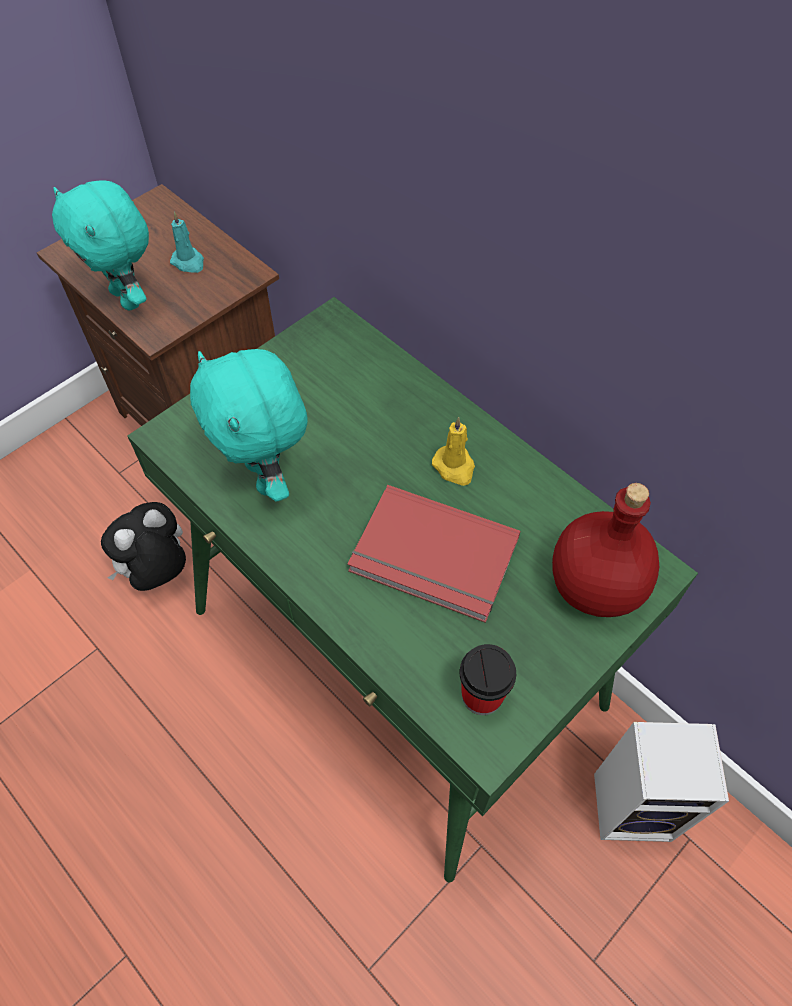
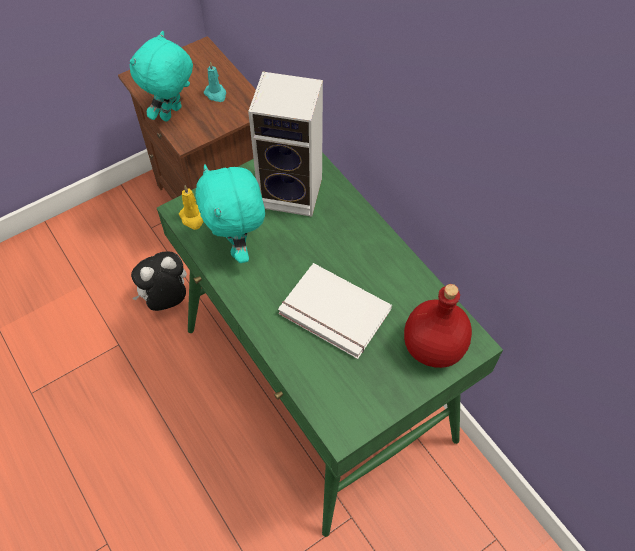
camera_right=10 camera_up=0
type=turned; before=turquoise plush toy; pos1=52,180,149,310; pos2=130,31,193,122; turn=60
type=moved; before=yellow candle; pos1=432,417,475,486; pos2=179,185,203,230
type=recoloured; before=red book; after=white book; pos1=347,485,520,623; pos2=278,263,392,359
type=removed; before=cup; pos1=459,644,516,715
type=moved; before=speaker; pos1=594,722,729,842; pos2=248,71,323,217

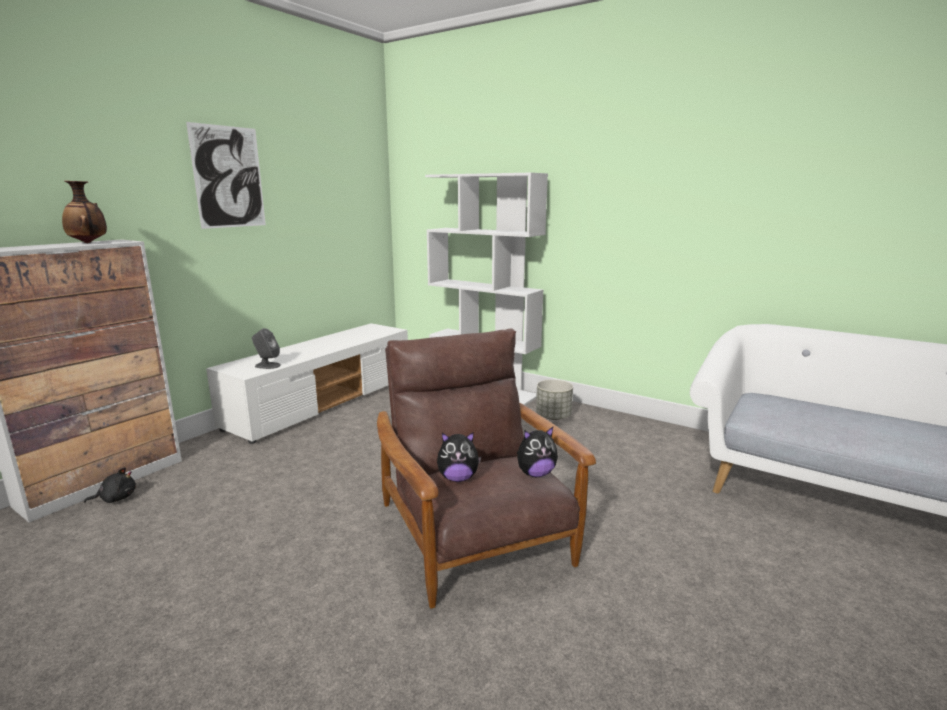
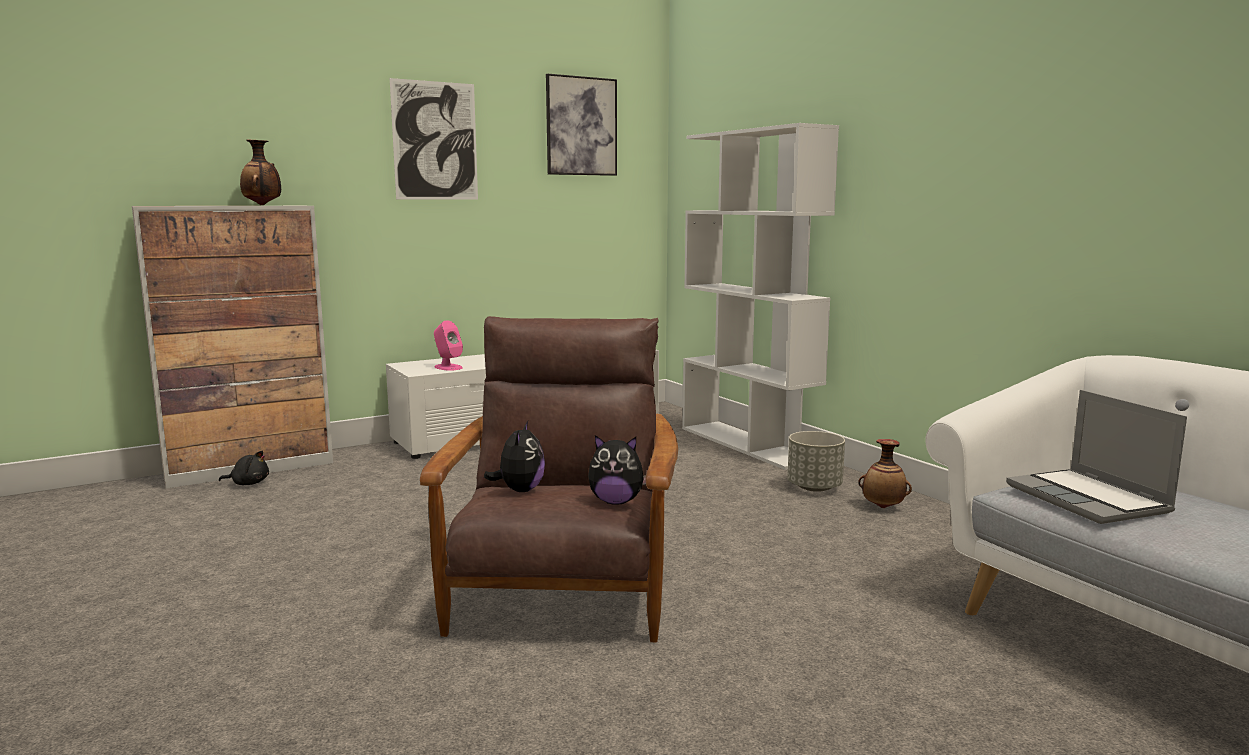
camera_right=25 camera_up=-5
type=recoloured; before=grey speaker; after=pink speaker; pos1=252,328,281,369; pos2=434,321,463,371
type=turned; before=plush toy; pos1=437,432,481,482; pos2=484,421,545,492; turn=-105
type=added; after=picture; pos2=546,74,617,176
type=added; after=laptop; pos2=1006,390,1187,524
type=added; after=vase; pos2=858,439,912,508

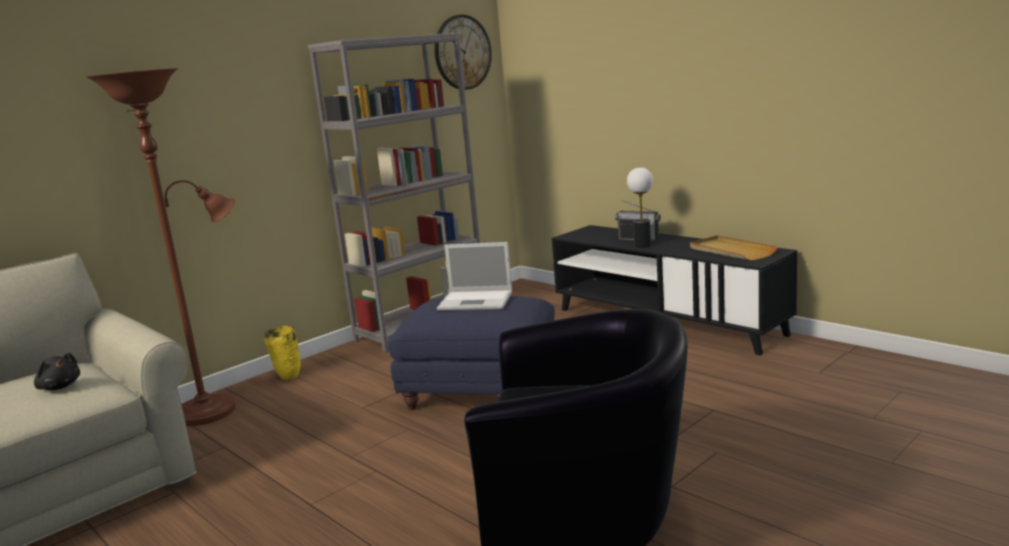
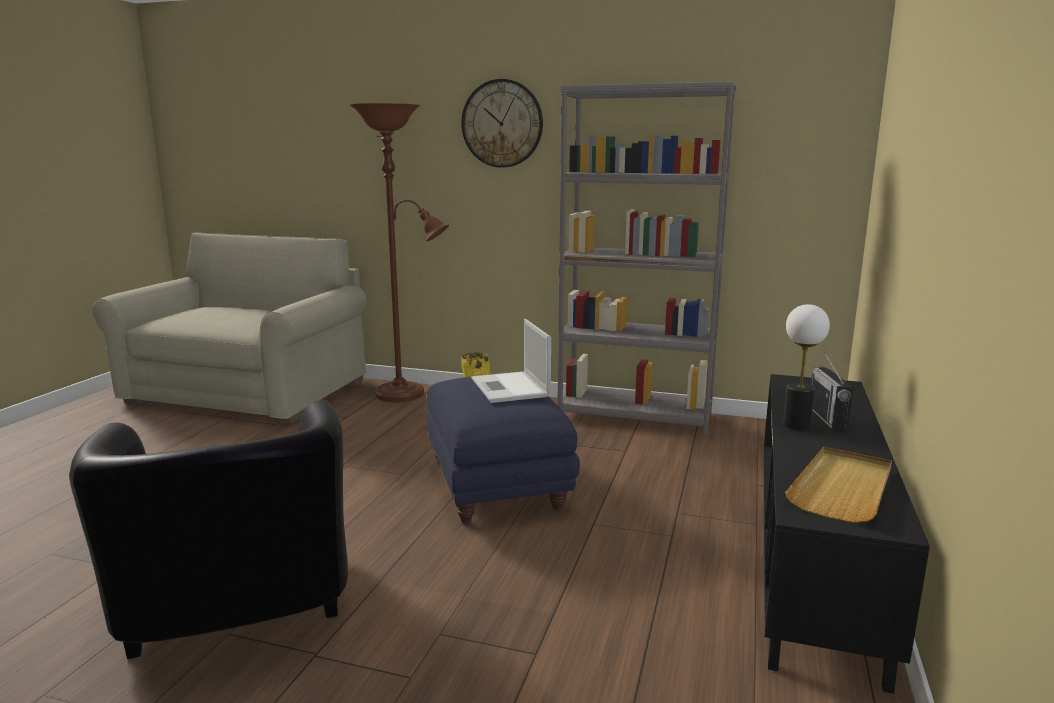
camera_right=60 camera_up=0
type=moved; before=wall clock; pos1=434,15,492,90; pos2=461,79,543,168
type=removed; before=black plush toy; pos1=34,353,80,390

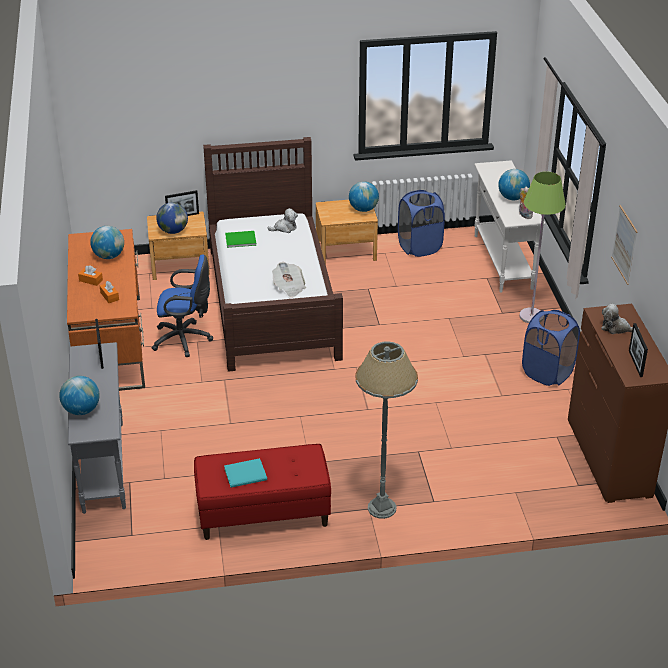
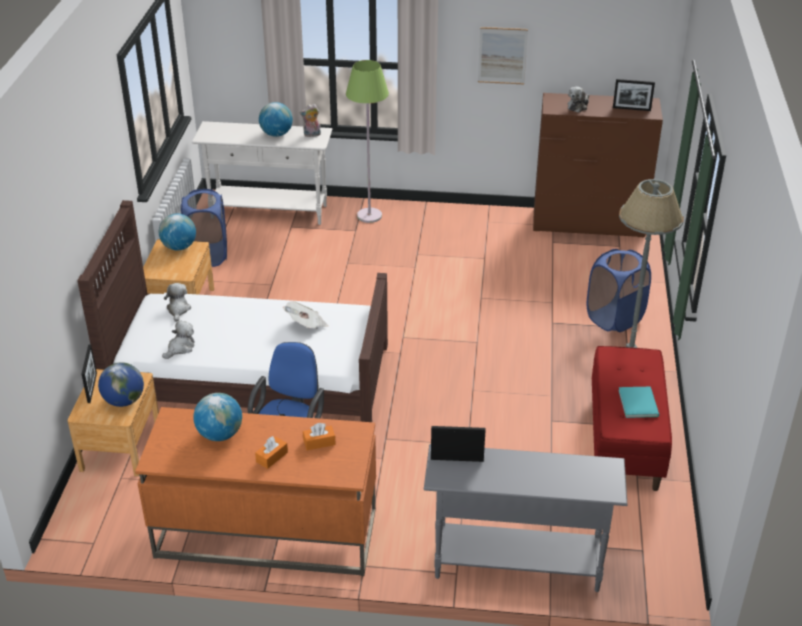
camera_right=-75 camera_up=0
type=replaced; before=green book; after=plush toy; pos1=225,231,257,248; pos2=162,320,195,359
type=moved; before=blue laundry basket; pos1=522,310,580,386; pos2=587,249,651,332
type=removed; before=globe; pos1=59,376,100,415

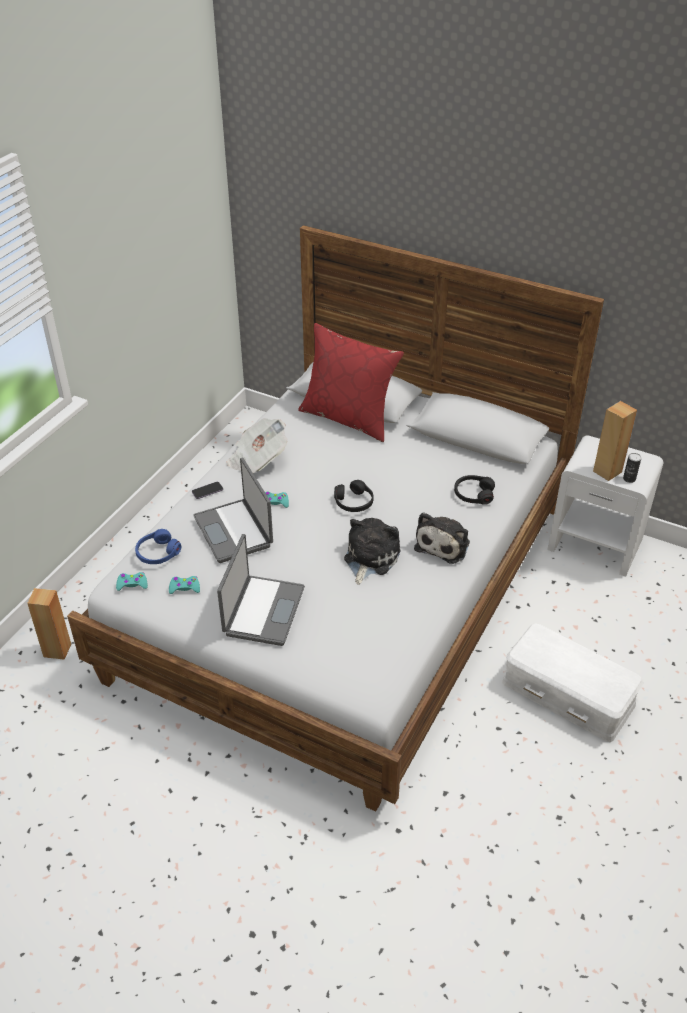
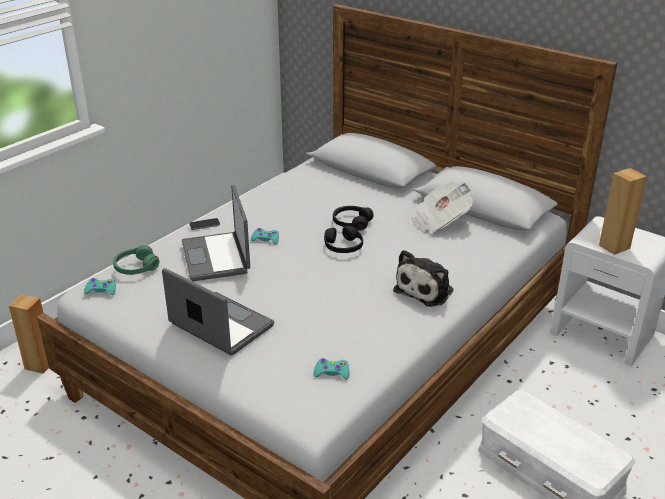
camera_right=10 camera_up=-10
type=removed; before=red pillow; pos1=298,323,404,442
type=moved; before=newspaper; pos1=227,418,287,474; pos2=408,182,474,233
type=removed; before=can; pos1=623,453,641,483
type=moved; before=black headphones; pos1=454,475,495,505; pos2=333,206,373,231
type=removed; before=plush toy; pos1=344,518,401,585
type=recoloured; before=blue headphones; after=green headphones; pos1=135,529,181,564; pos2=113,245,159,275
type=turned; before=laptop; pos1=217,534,305,646; pos2=162,268,274,356; turn=-75
type=moved; before=turquoise game controller; pos1=169,576,200,594; pos2=313,358,349,380

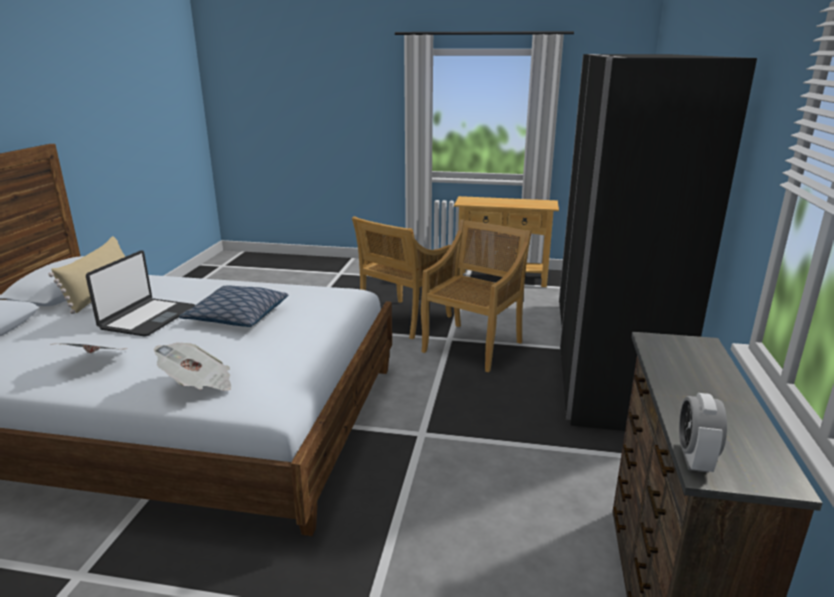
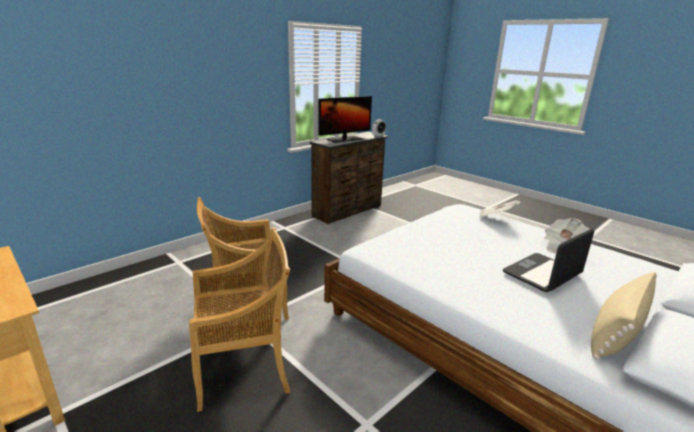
camera_right=-145 camera_up=0
type=removed; before=black wardrobe; pos1=559,54,757,431
type=removed; before=pillow; pos1=179,286,288,327
type=added; after=monitor; pos2=319,96,372,143

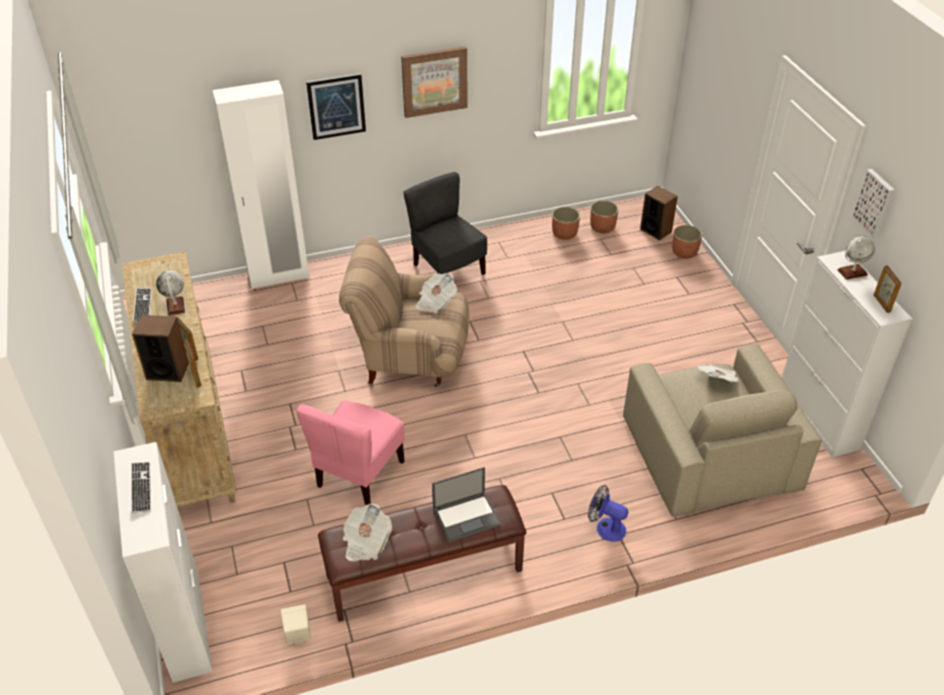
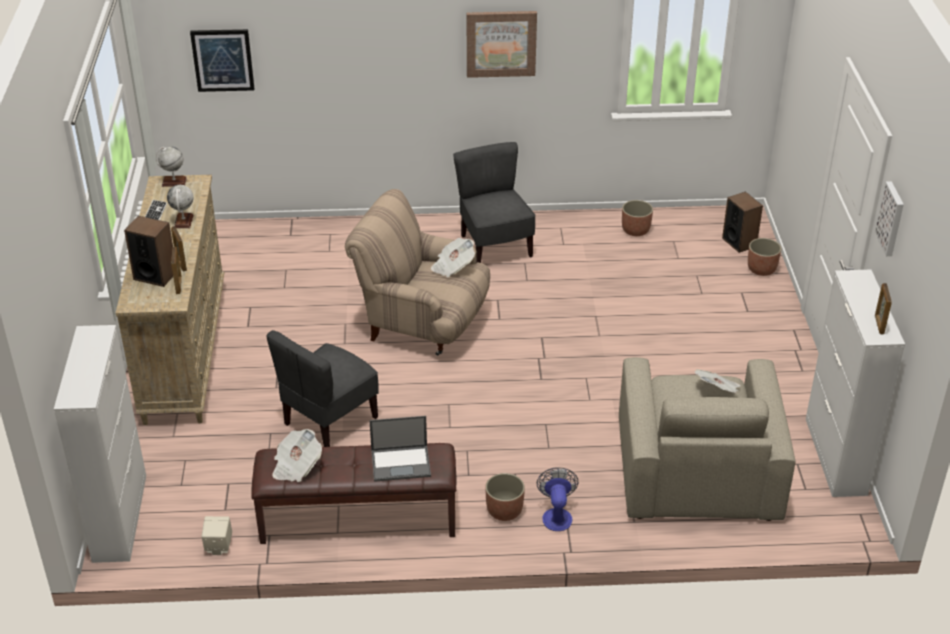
camera_right=15 camera_up=-5
type=moved; before=picture; pos1=306,73,366,140; pos2=190,29,255,92
type=removed; before=white wardrobe; pos1=213,80,309,289
type=moved; before=planter; pos1=590,201,619,233; pos2=485,473,525,521
type=moved; before=globe; pos1=837,236,875,280; pos2=156,146,187,187
type=recoloured; before=pink chair; after=grey chair; pos1=296,401,405,505; pos2=266,330,379,447
type=removed; before=keyboard; pos1=131,462,151,513
type=turned; before=fan; pos1=588,485,628,542; pos2=537,467,578,531; turn=45

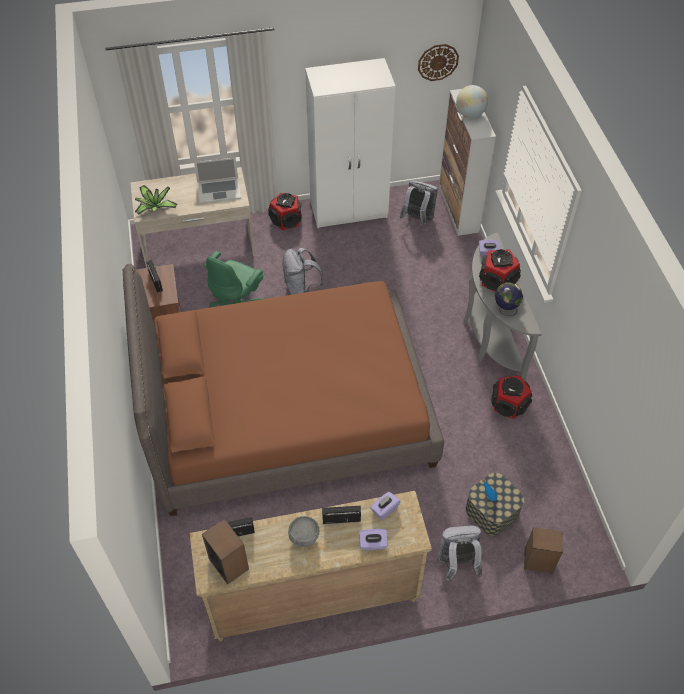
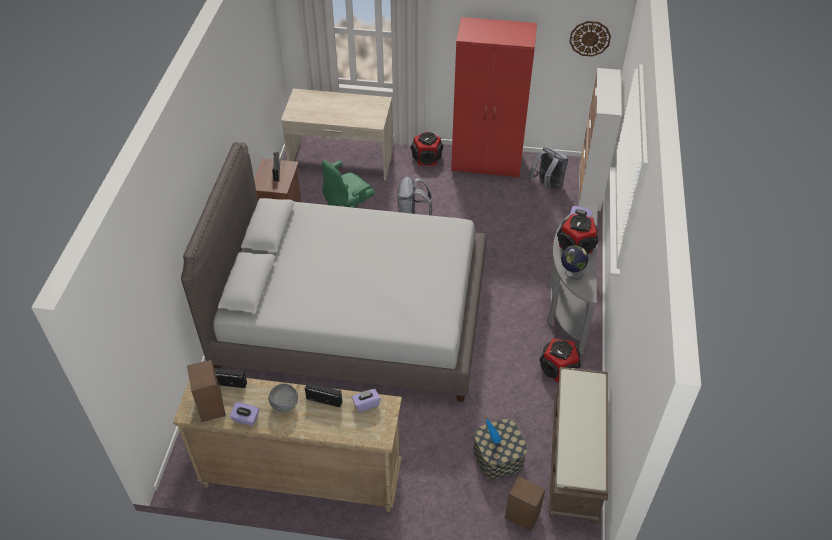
camera_right=20 camera_up=-5
type=recoloured; before=white wardrobe; after=red wardrobe; pos1=305,58,396,228; pos2=451,17,537,178
type=removed; before=globe; pos1=456,85,488,118
type=removed; before=laptop; pos1=194,157,241,204
type=removed; before=potted plant; pos1=135,185,178,215
type=recoloured; before=brown bed; after=grey bed; pos1=123,264,444,516; pos2=181,142,487,402
type=removed; before=grey backpack; pos1=437,525,483,581
type=moved; before=purple tissue box; pos1=359,529,388,550; pos2=230,402,259,426
type=added; after=brown bench; pos2=549,367,608,524

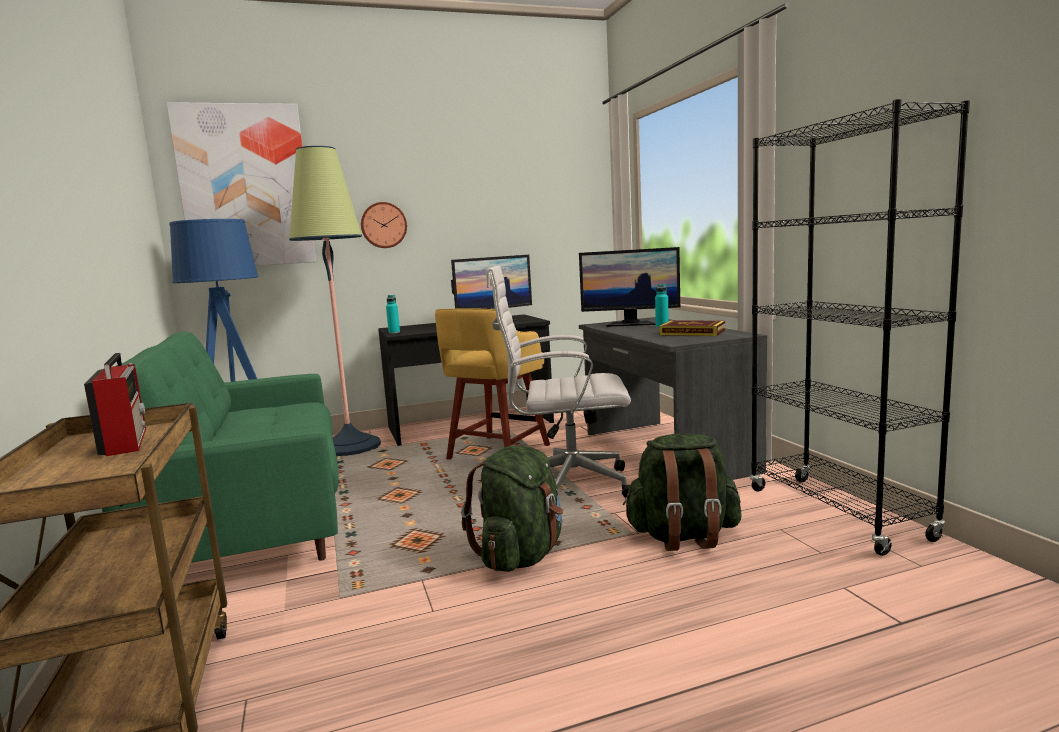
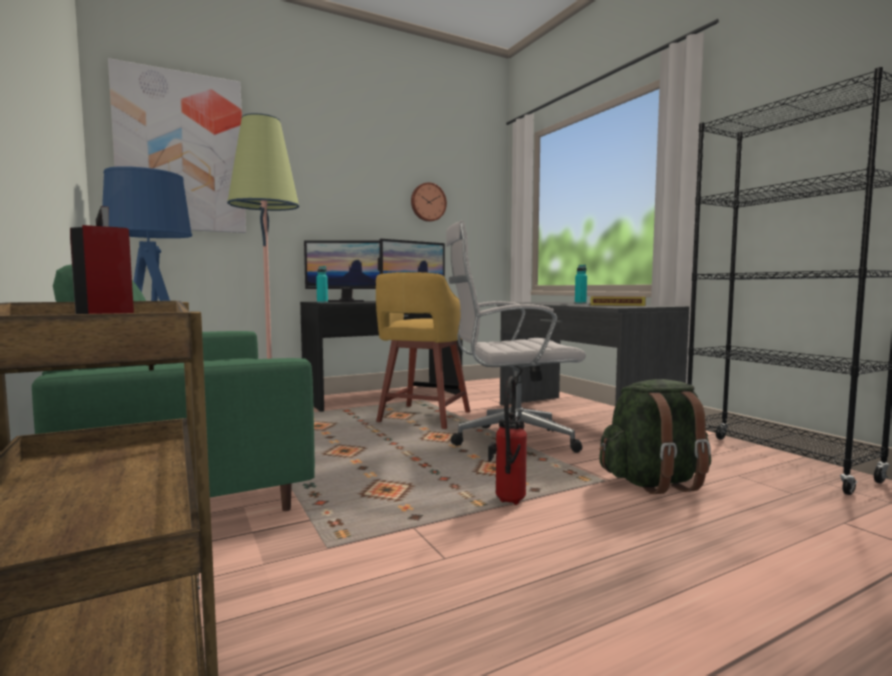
camera_right=-10 camera_up=-5
type=moved; before=wall clock; pos1=361,202,407,248; pos2=411,182,447,222
type=moved; before=monitor; pos1=579,247,680,327; pos2=304,241,380,302
type=replaced; before=green backpack; after=fire extinguisher; pos1=461,446,563,572; pos2=488,376,527,505

